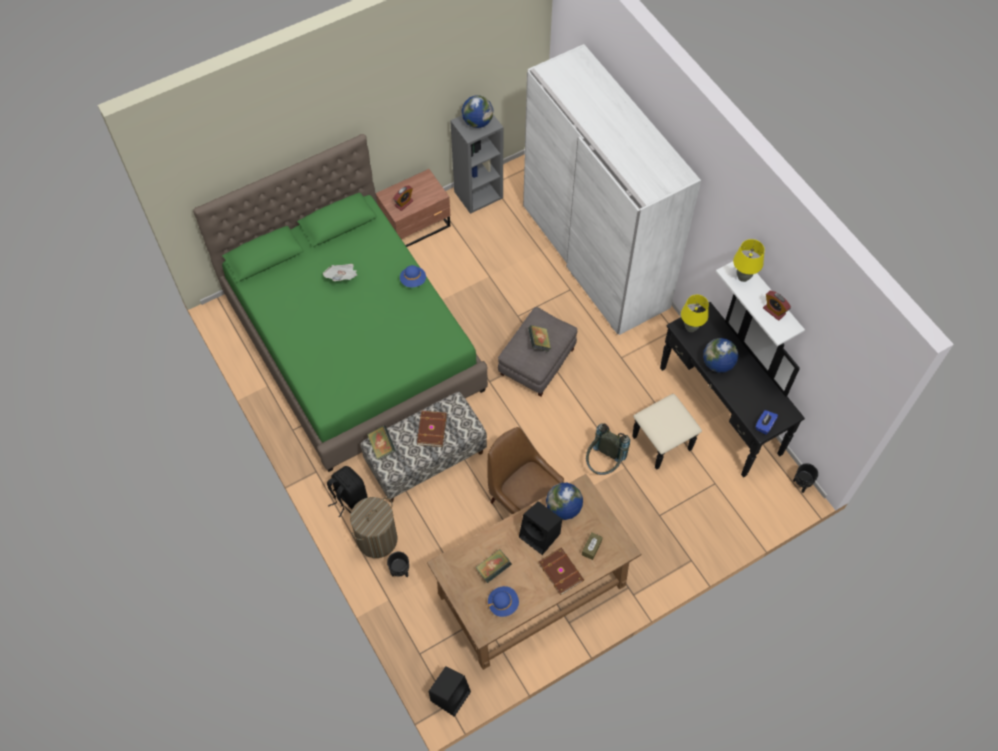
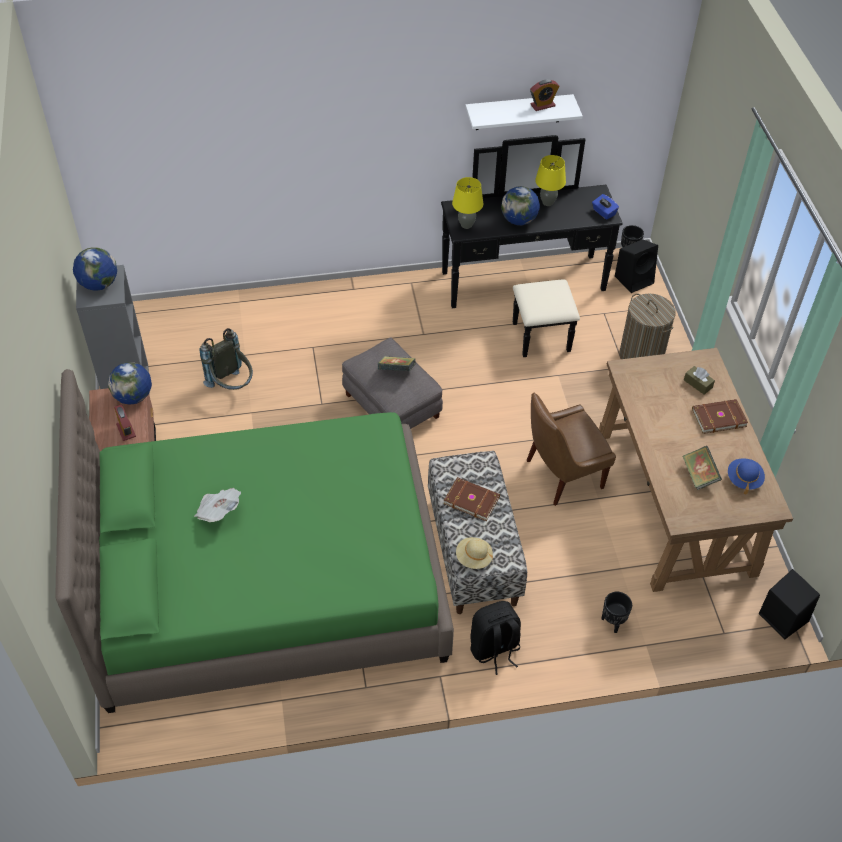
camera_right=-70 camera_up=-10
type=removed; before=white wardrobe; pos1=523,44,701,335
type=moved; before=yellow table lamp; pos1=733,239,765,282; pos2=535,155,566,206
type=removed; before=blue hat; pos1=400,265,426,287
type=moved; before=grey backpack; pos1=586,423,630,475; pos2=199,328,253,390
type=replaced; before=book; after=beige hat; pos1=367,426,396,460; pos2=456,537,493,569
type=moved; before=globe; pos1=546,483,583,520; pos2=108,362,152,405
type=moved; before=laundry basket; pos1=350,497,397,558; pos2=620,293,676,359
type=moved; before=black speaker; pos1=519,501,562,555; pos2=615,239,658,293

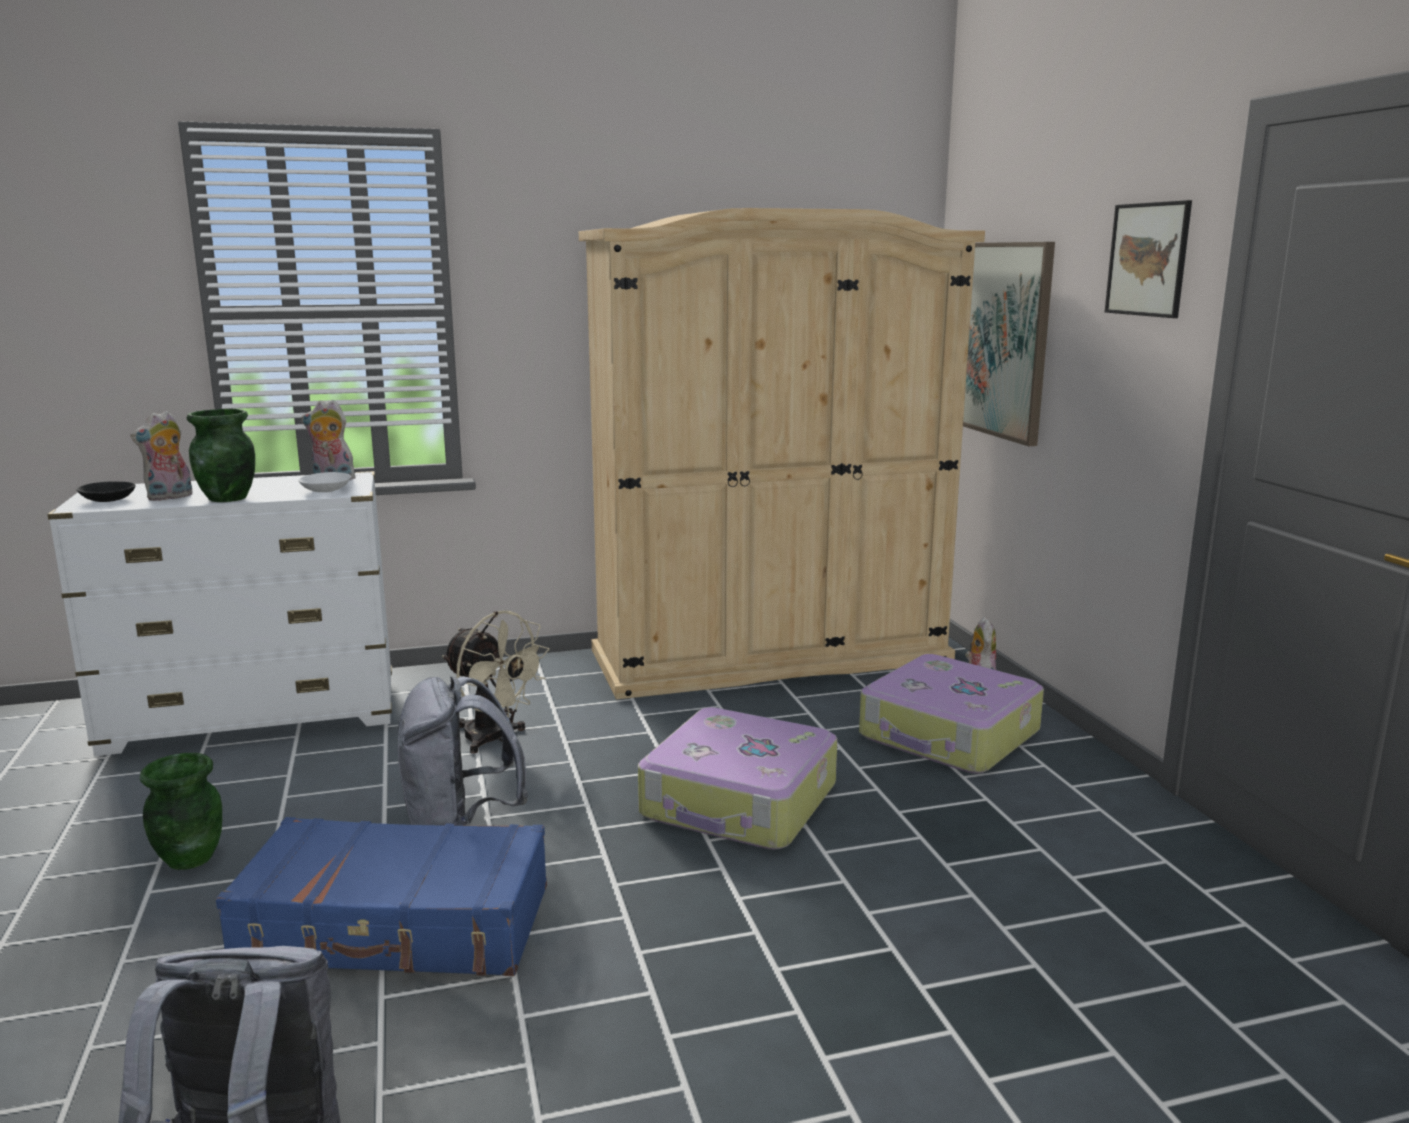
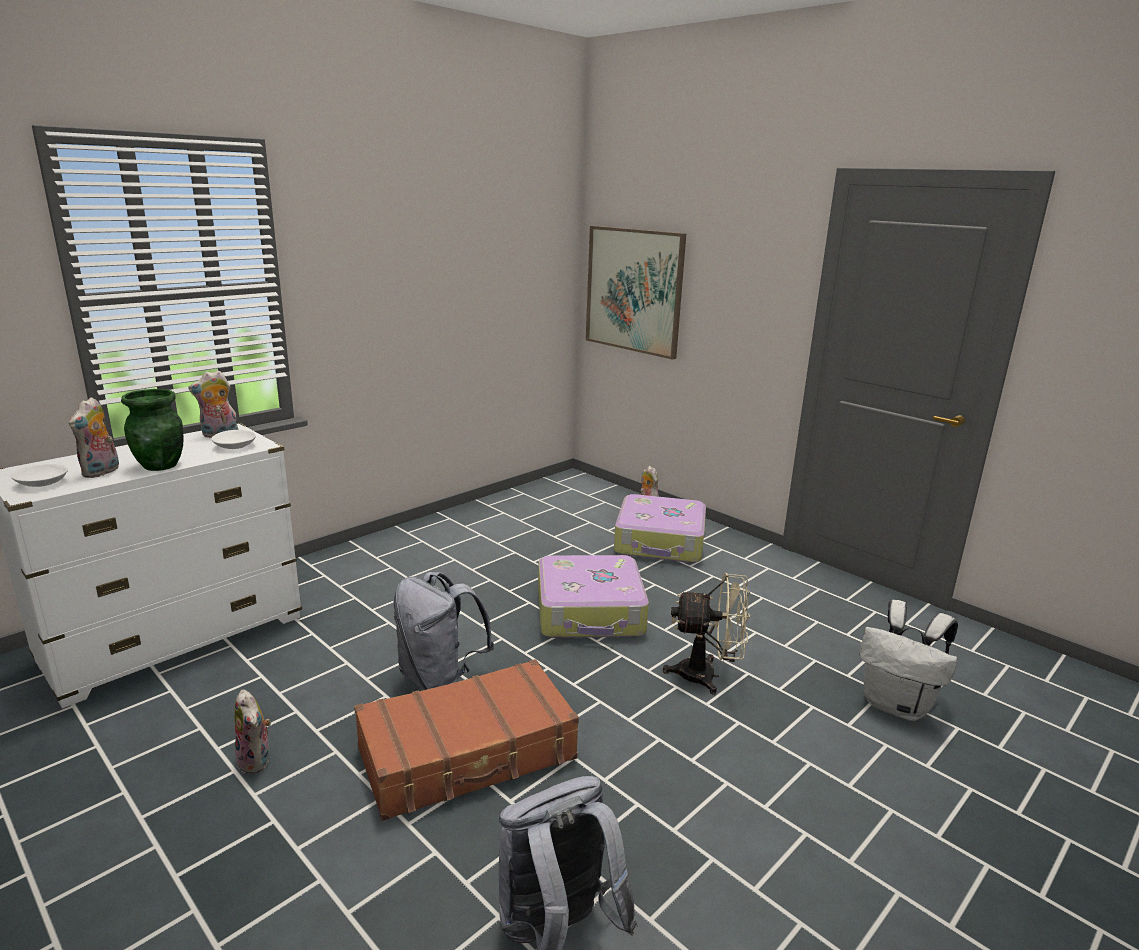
camera_right=-30 camera_up=5
type=removed; before=picture; pos1=1105,200,1192,318
type=removed; before=beige wardrobe; pos1=579,208,985,700
type=recoloured; before=black bowl; after=white bowl; pos1=77,481,136,502; pos2=11,464,68,487
type=moved; before=beige fan; pos1=442,611,550,754; pos2=663,572,750,695
type=replaced; before=green vase; after=plush toy; pos1=140,753,222,870; pos2=234,689,271,774
type=recoloured; before=blue suitcase; after=brown suitcase; pos1=216,817,547,976; pos2=354,659,579,821
type=added; after=white backpack; pos2=859,600,958,721

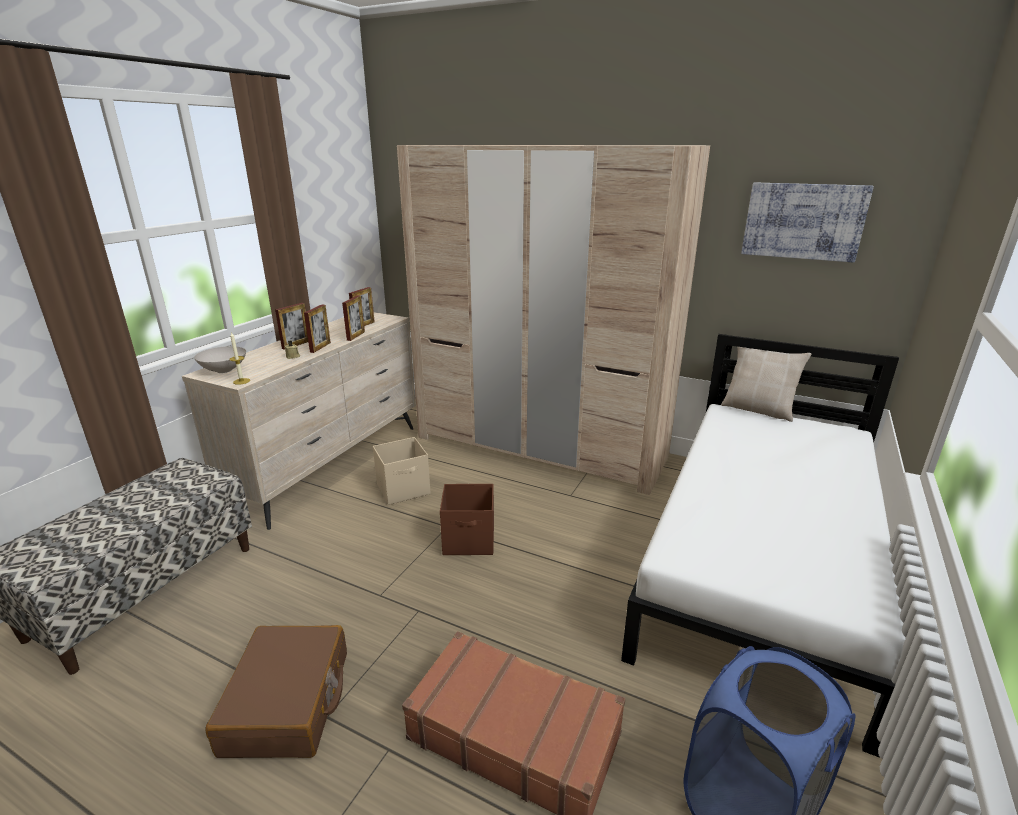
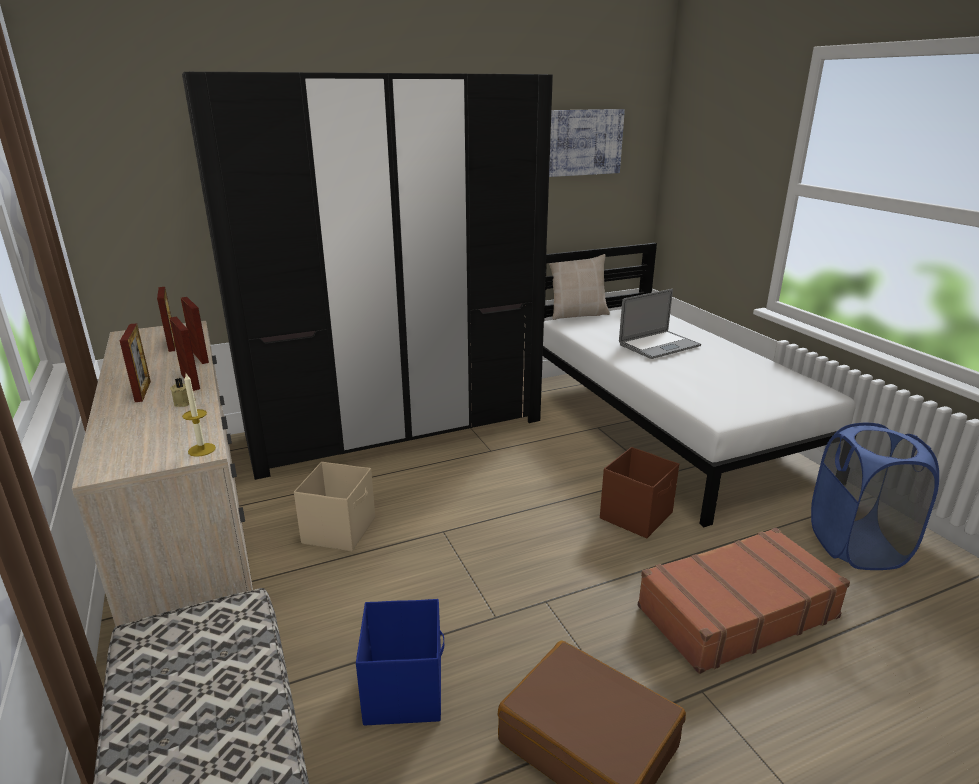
camera_right=-50 camera_up=0
type=recoloured; before=beige wardrobe; after=black wardrobe; pos1=397,145,710,495; pos2=182,72,553,480
type=removed; before=white bowl; pos1=194,346,246,373
type=moved; before=brown storage box; pos1=440,484,494,555; pos2=600,447,679,538
type=added; after=laptop; pos2=619,289,701,359
type=added; after=blue storage box; pos2=356,599,444,726

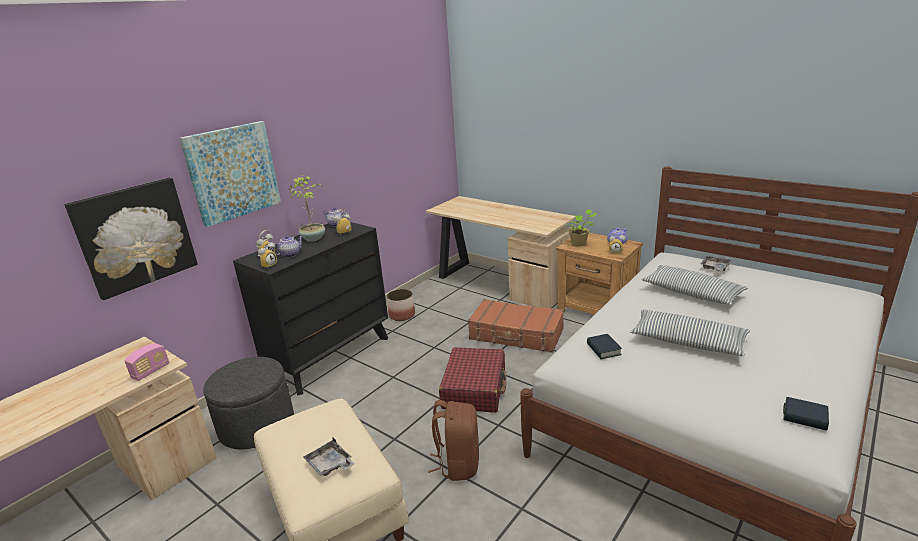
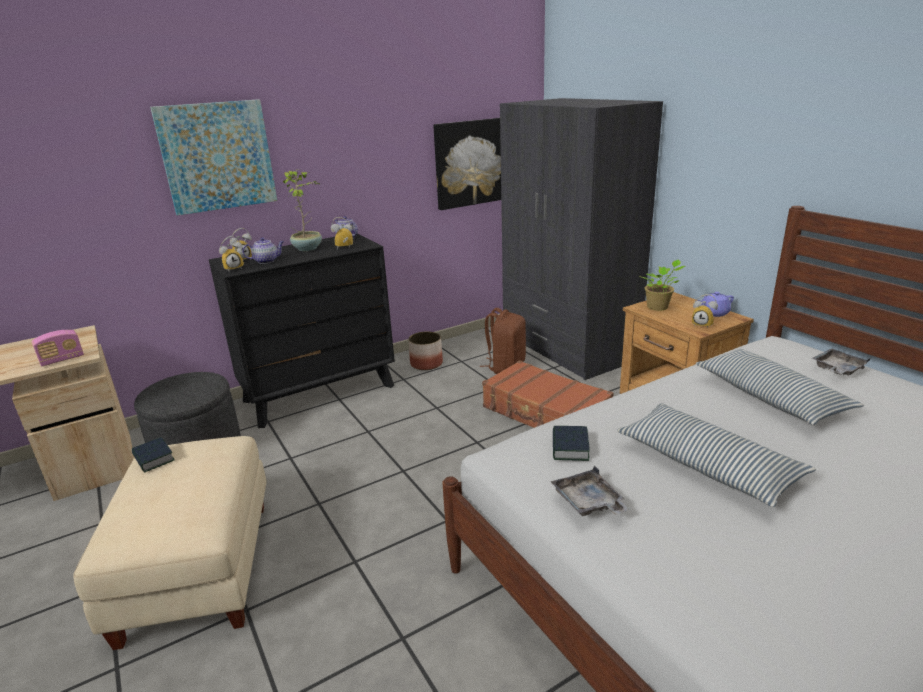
camera_right=20 camera_up=0
type=moved; before=picture; pos1=65,178,198,300; pos2=433,118,501,210
type=replaced; before=beige desk; after=grey wardrobe; pos1=426,196,576,308; pos2=500,98,663,380
type=removed; before=red suitcase; pos1=439,347,506,413
type=moved; before=book; pos1=783,397,829,431; pos2=132,437,175,472
type=moved; before=brown backpack; pos1=428,400,479,481; pos2=480,308,526,374
type=moved; before=grey tray; pos1=303,438,354,476; pos2=551,465,630,516

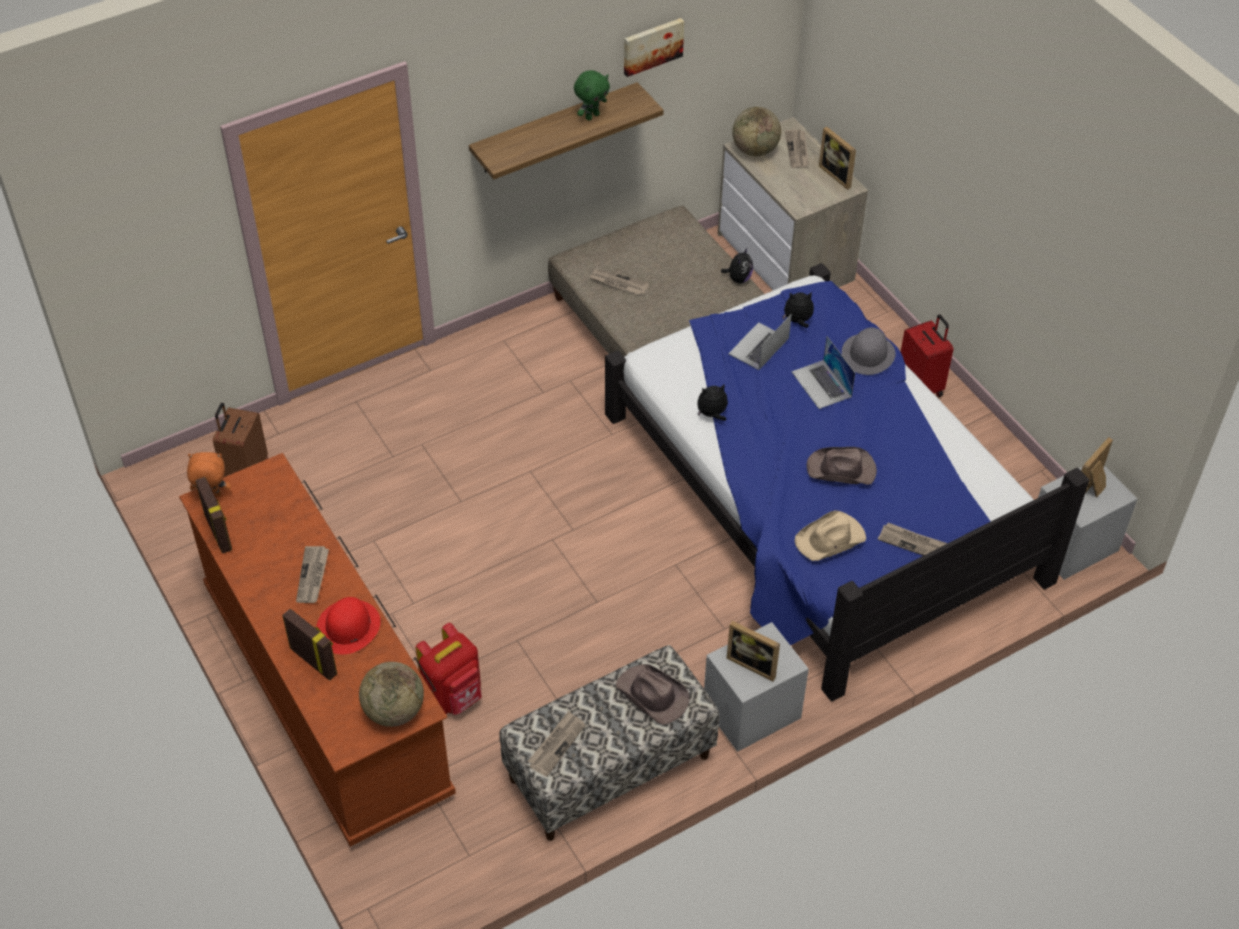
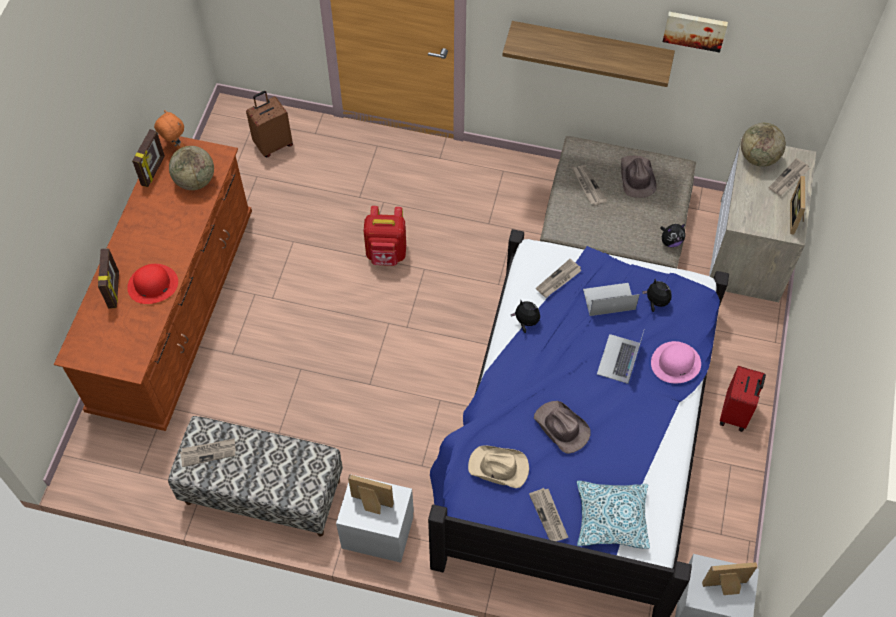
camera_right=45 camera_up=10
type=removed; before=green plush toy; pos1=574,70,610,121
type=recoloured; before=grey hat; after=pink hat; pos1=842,327,896,375; pos2=651,341,701,383
type=moved; before=newspaper; pos1=296,546,329,603; pos2=536,259,582,298
type=turned; before=picture frame; pos1=727,621,780,681; pos2=348,474,394,514; turn=120
type=moved; before=red backpack; pos1=415,623,482,715; pos2=364,206,406,266
type=moved; before=globe; pos1=359,662,424,727; pos2=169,146,214,190
type=moved; before=brown hat; pos1=616,664,690,725; pos2=621,156,657,198
type=added; after=pillow; pos2=576,481,650,549

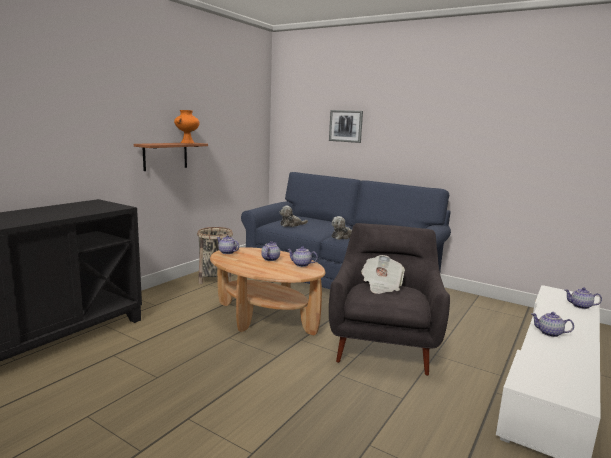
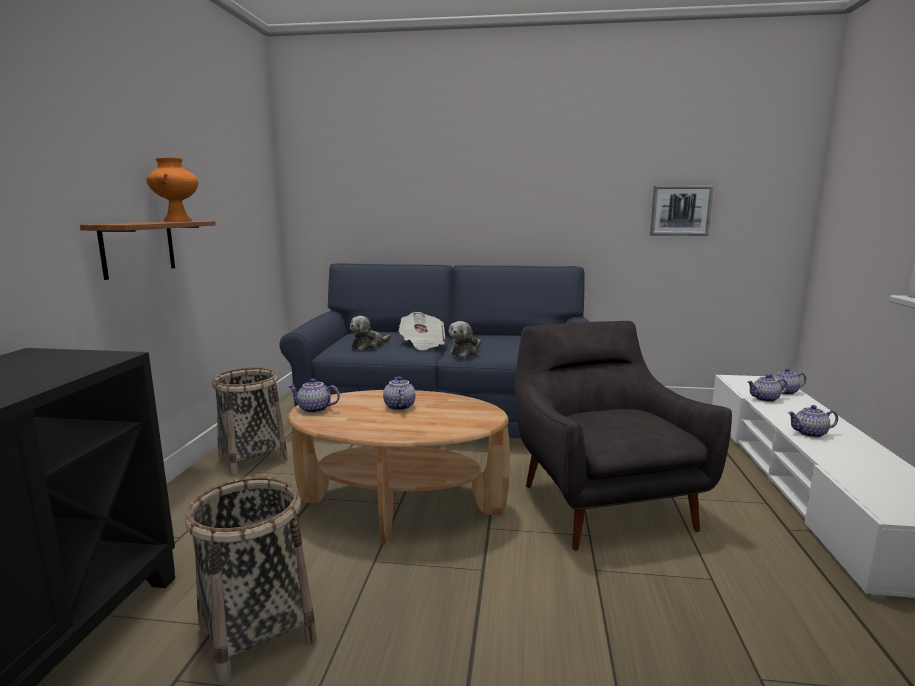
camera_right=-25 camera_up=0
type=moved; before=picture; pos1=329,110,363,143; pos2=650,185,714,236
type=moved; before=teapot; pos1=287,246,318,267; pos2=747,375,787,402
type=moved; before=newspaper; pos1=361,255,405,294; pos2=398,312,445,350
type=added; after=basket; pos2=185,476,316,683

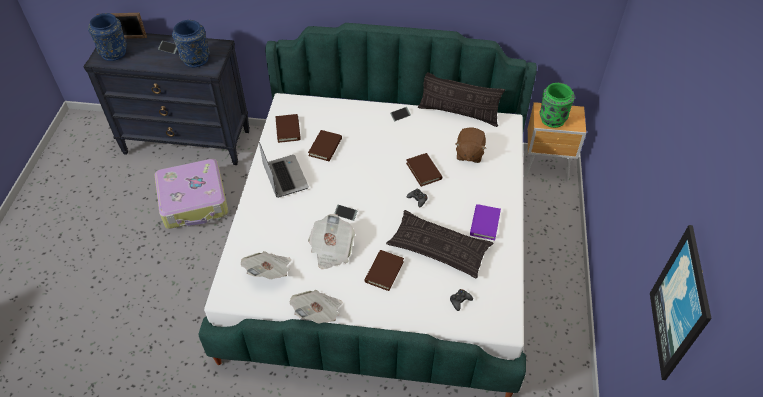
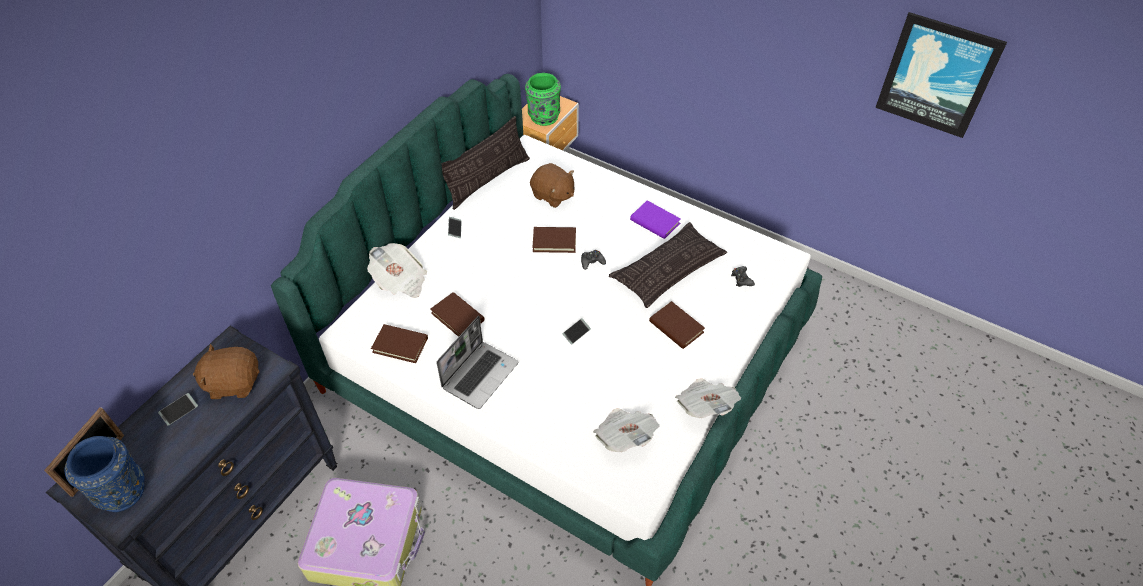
camera_right=-65 camera_up=0
type=replaced; before=blue vase; after=brown plush toy; pos1=172,20,210,67; pos2=193,344,260,399
type=turned; before=laptop; pos1=259,142,309,198; pos2=436,316,518,409; turn=120
type=moved; before=newspaper; pos1=308,214,355,269; pos2=367,243,427,298

